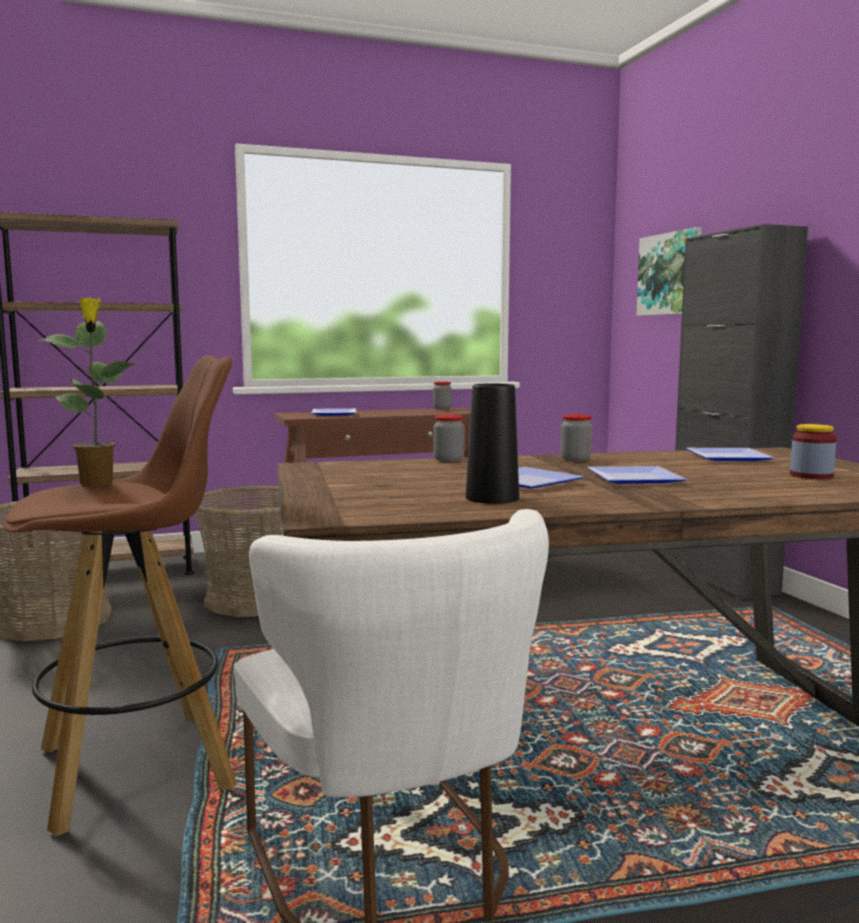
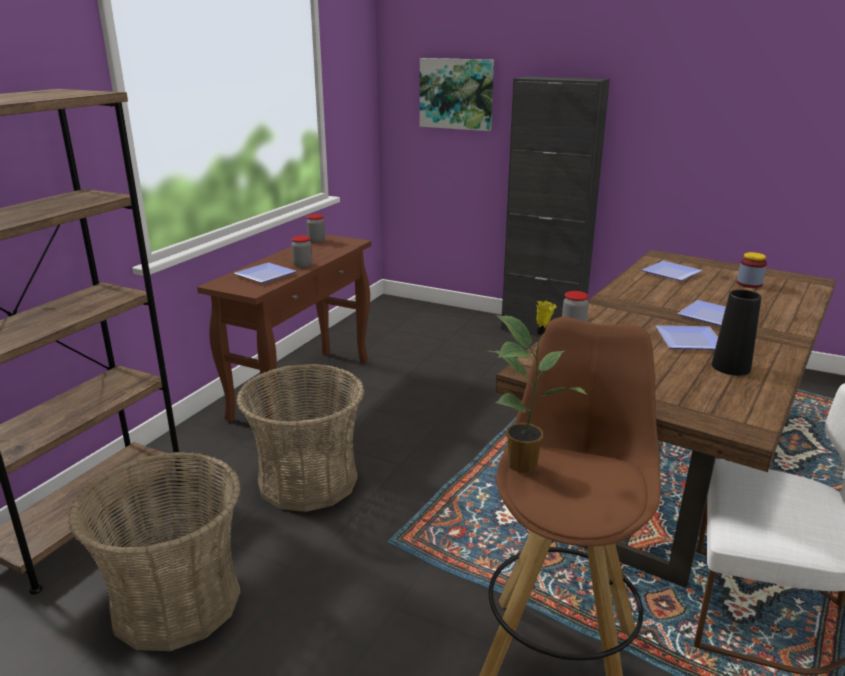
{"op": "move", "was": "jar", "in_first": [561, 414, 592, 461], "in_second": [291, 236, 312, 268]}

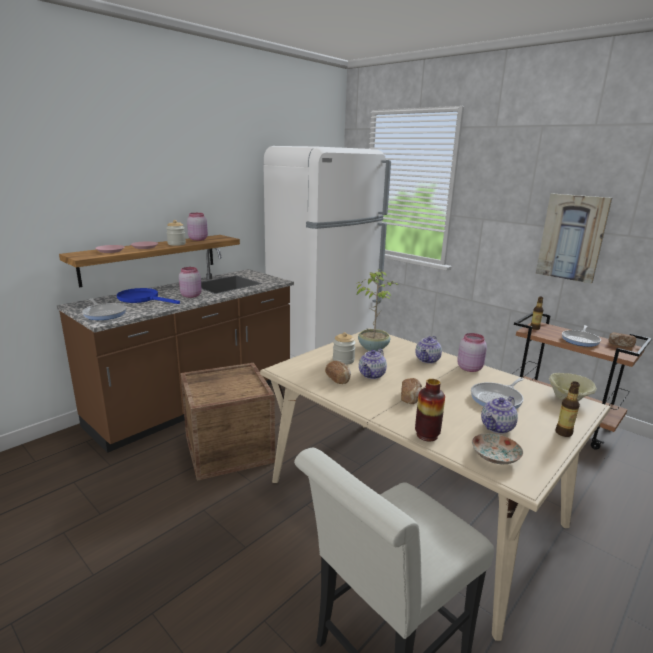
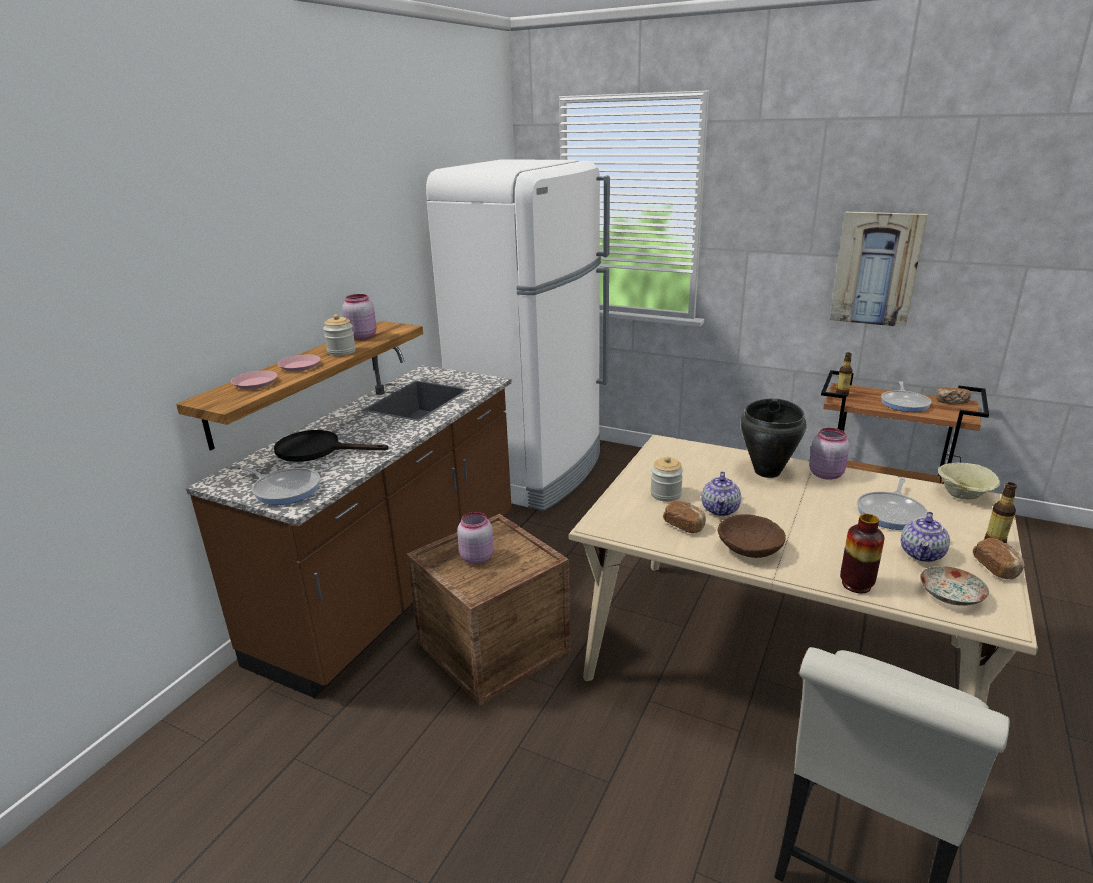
{"op": "recolor", "was": "blue frying pan", "now": "black frying pan", "in_first": [117, 288, 180, 304], "in_second": [274, 430, 388, 462]}
{"op": "move", "was": "pink jar", "in_first": [179, 267, 202, 298], "in_second": [457, 512, 494, 564]}
{"op": "delete", "was": "potted plant", "in_first": [355, 269, 399, 351]}
{"op": "move", "was": "bread", "in_first": [401, 378, 422, 404], "in_second": [973, 538, 1024, 579]}
{"op": "replace", "was": "teapot", "now": "black cooking pot", "in_first": [415, 336, 442, 363], "in_second": [741, 398, 807, 478]}
{"op": "insert", "now": "brown bowl", "in_second": [718, 514, 786, 558]}

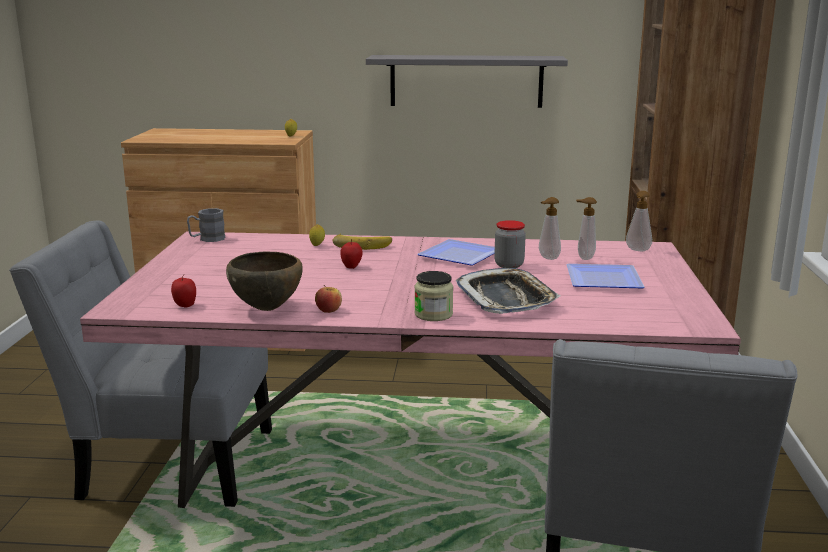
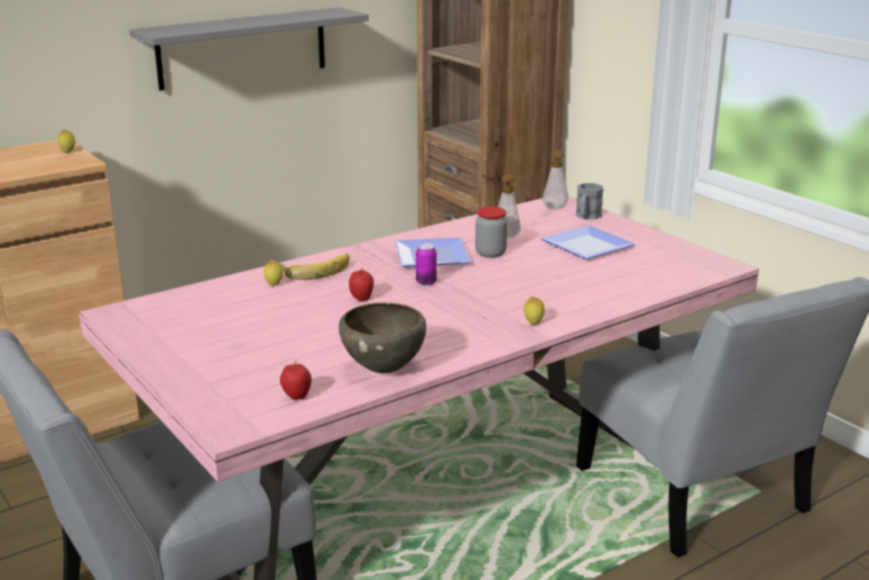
{"op": "move", "was": "grey mug", "in_first": [187, 208, 225, 242], "in_second": [576, 183, 604, 219]}
{"op": "delete", "was": "apple", "in_first": [315, 285, 342, 313]}
{"op": "replace", "was": "jar", "now": "lemon", "in_first": [414, 271, 453, 321], "in_second": [524, 296, 545, 325]}
{"op": "delete", "was": "tray", "in_first": [456, 268, 561, 314]}
{"op": "delete", "was": "soap dispenser", "in_first": [576, 197, 597, 260]}
{"op": "insert", "now": "can", "in_second": [416, 243, 437, 286]}

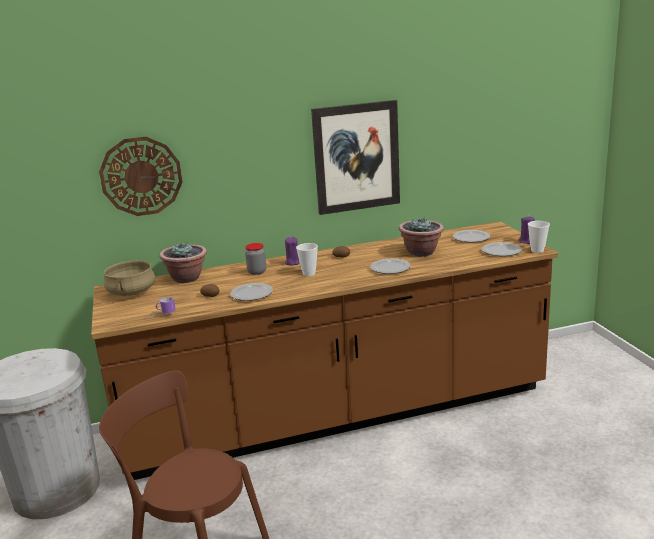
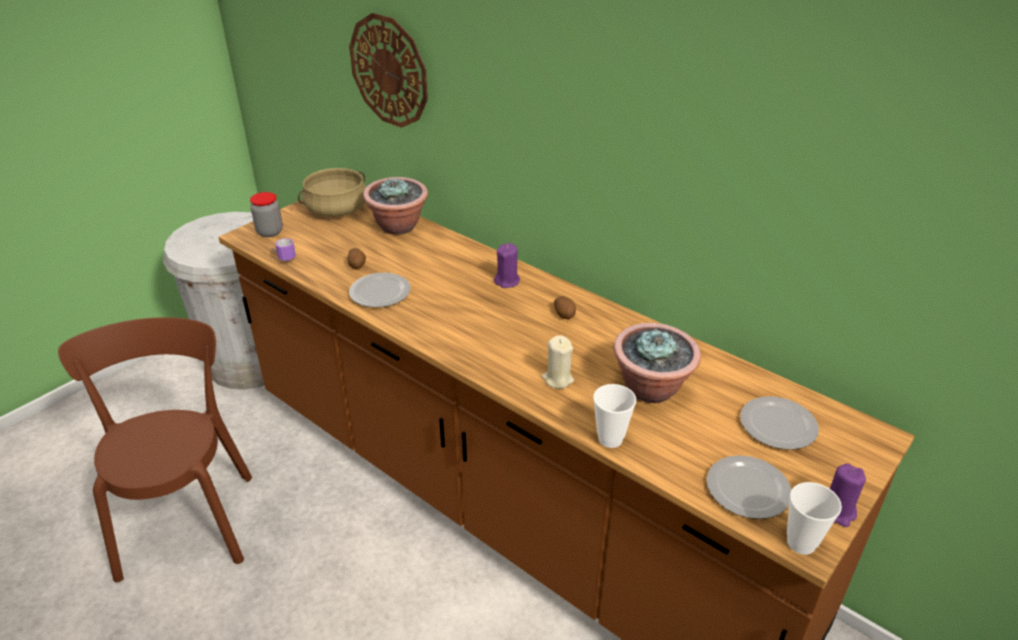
{"op": "move", "was": "jar", "in_first": [245, 243, 266, 275], "in_second": [250, 192, 283, 237]}
{"op": "move", "was": "cup", "in_first": [296, 243, 318, 276], "in_second": [593, 384, 636, 448]}
{"op": "delete", "was": "picture", "in_first": [311, 100, 400, 215]}
{"op": "replace", "was": "plate", "now": "beige candle", "in_first": [370, 259, 411, 274], "in_second": [542, 335, 574, 389]}

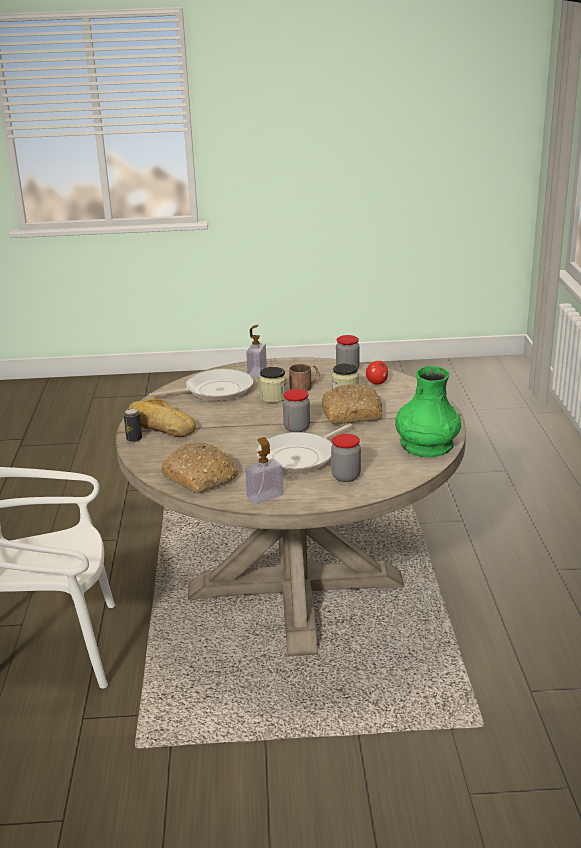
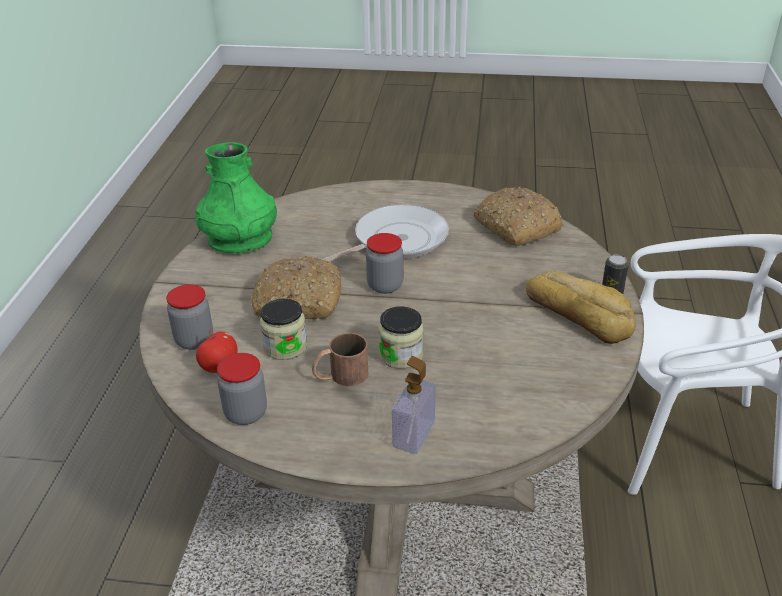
{"op": "delete", "was": "frying pan", "in_first": [149, 369, 253, 401]}
{"op": "delete", "was": "soap dispenser", "in_first": [245, 437, 283, 504]}
{"op": "move", "was": "jar", "in_first": [331, 434, 361, 482], "in_second": [166, 284, 213, 350]}

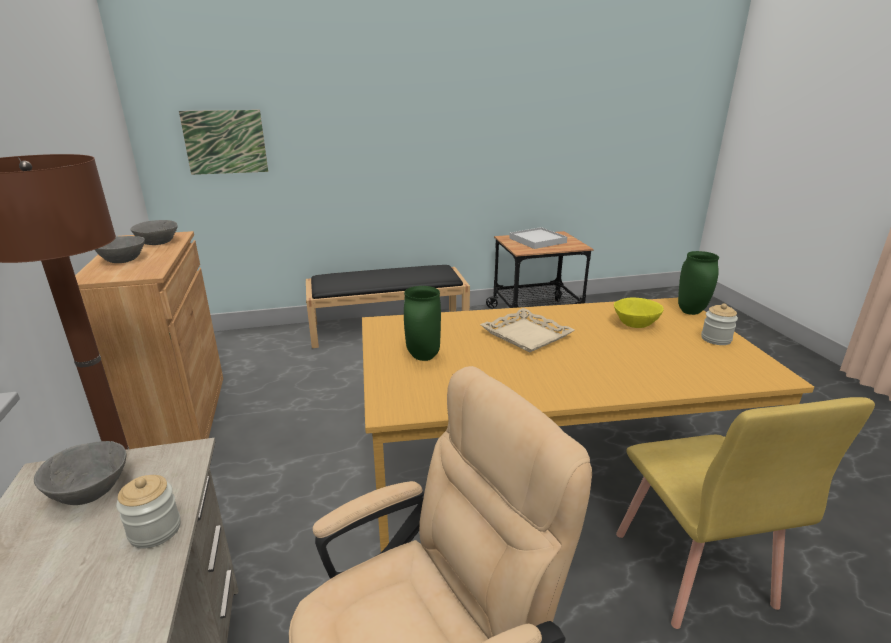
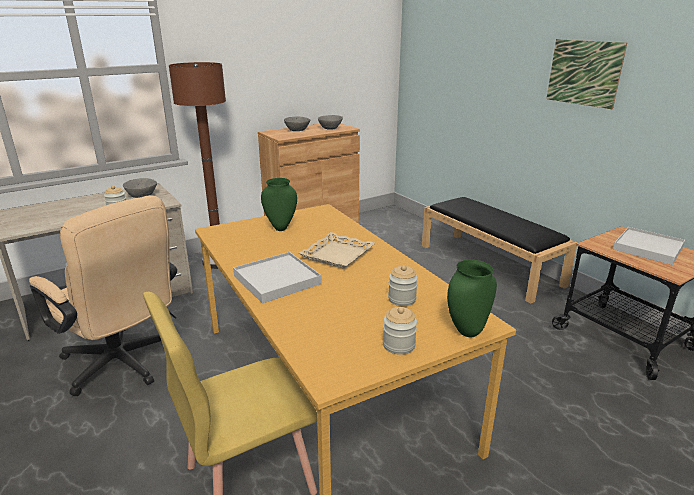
{"op": "move", "was": "picture", "in_first": [179, 110, 268, 175], "in_second": [546, 39, 627, 109]}
{"op": "replace", "was": "yellow bowl", "now": "jar", "in_first": [614, 298, 664, 328], "in_second": [388, 265, 418, 306]}
{"op": "insert", "now": "white tray", "in_second": [233, 252, 322, 304]}

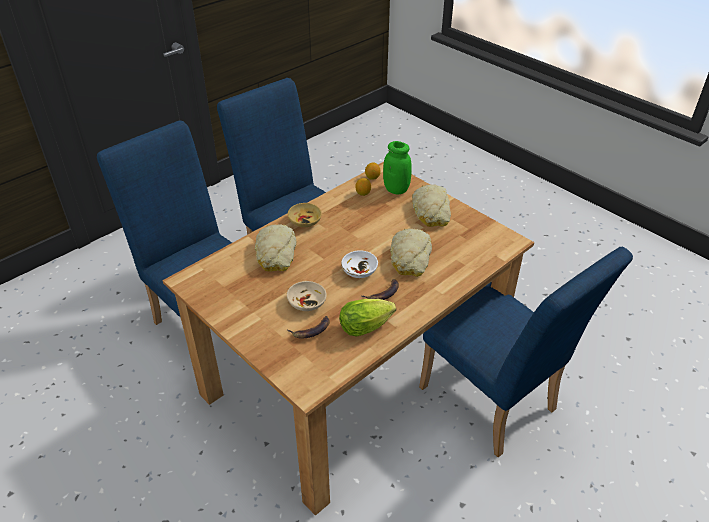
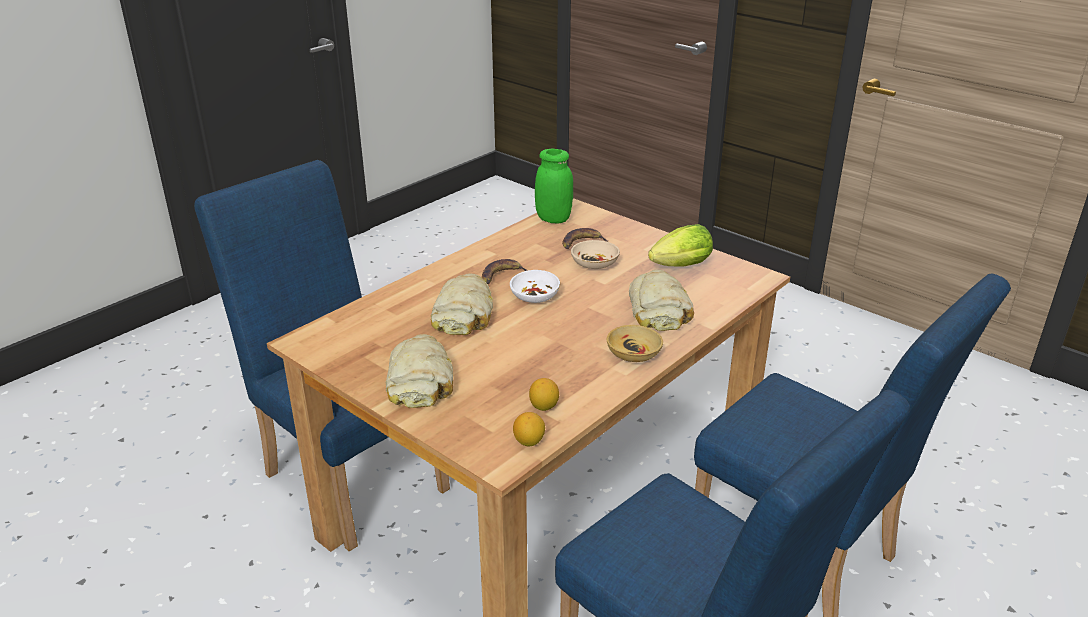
{"op": "move", "was": "lettuce", "in_first": [339, 299, 396, 337], "in_second": [648, 224, 713, 267]}
{"op": "move", "was": "green jar", "in_first": [383, 141, 412, 194], "in_second": [535, 149, 573, 223]}

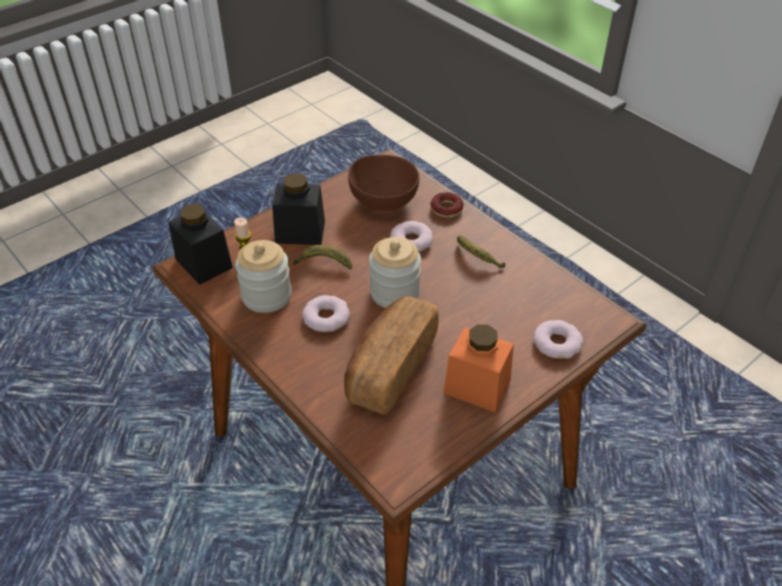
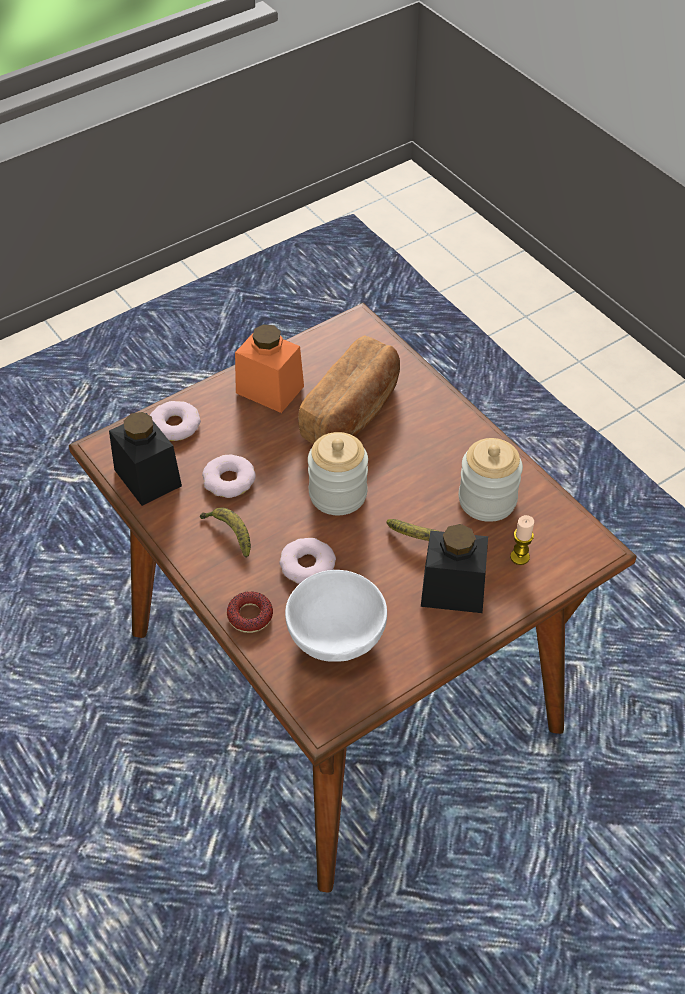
{"op": "move", "was": "black jar", "in_first": [168, 203, 233, 285], "in_second": [109, 412, 182, 506]}
{"op": "move", "was": "donut", "in_first": [302, 295, 350, 332], "in_second": [202, 455, 256, 498]}
{"op": "recolor", "was": "brown bowl", "now": "white bowl", "in_first": [348, 155, 420, 211], "in_second": [285, 570, 387, 662]}

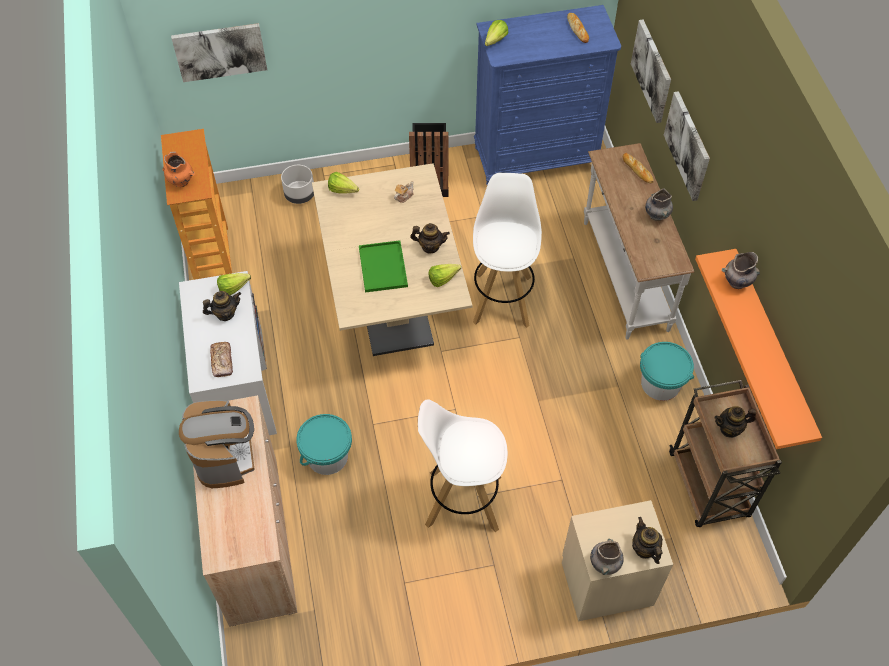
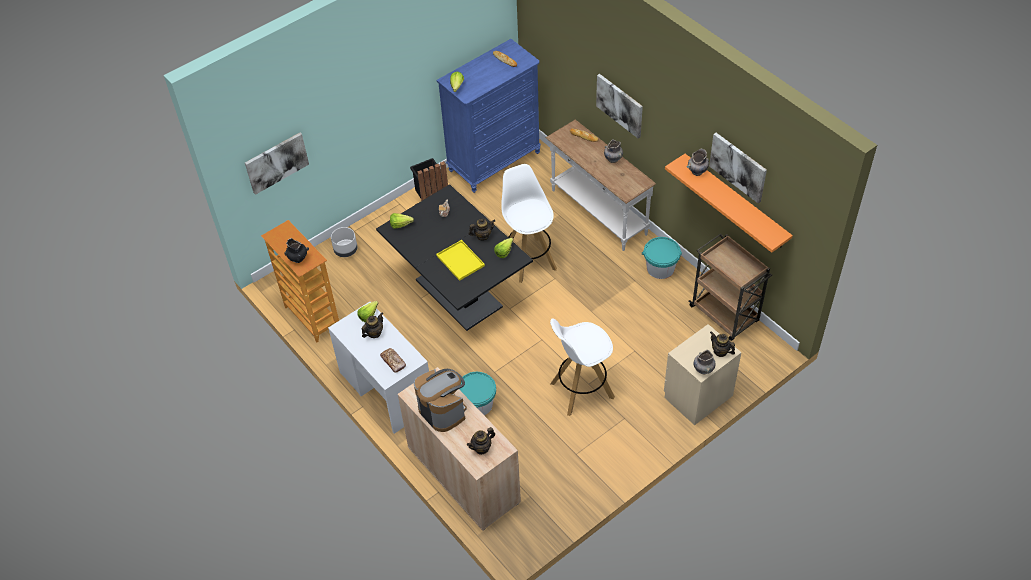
{"op": "recolor", "was": "orange vase", "now": "black vase", "in_first": [163, 152, 195, 187], "in_second": [284, 238, 309, 263]}
{"op": "recolor", "was": "beige dining table", "now": "black dining table", "in_first": [312, 163, 472, 356], "in_second": [376, 184, 533, 331]}
{"op": "recolor", "was": "green tray", "now": "yellow tray", "in_first": [359, 240, 408, 293], "in_second": [436, 240, 485, 281]}
{"op": "move", "was": "picture", "in_first": [631, 19, 671, 123], "in_second": [709, 133, 767, 203]}
{"op": "move", "was": "teapot", "in_first": [715, 406, 756, 438], "in_second": [467, 427, 495, 455]}

